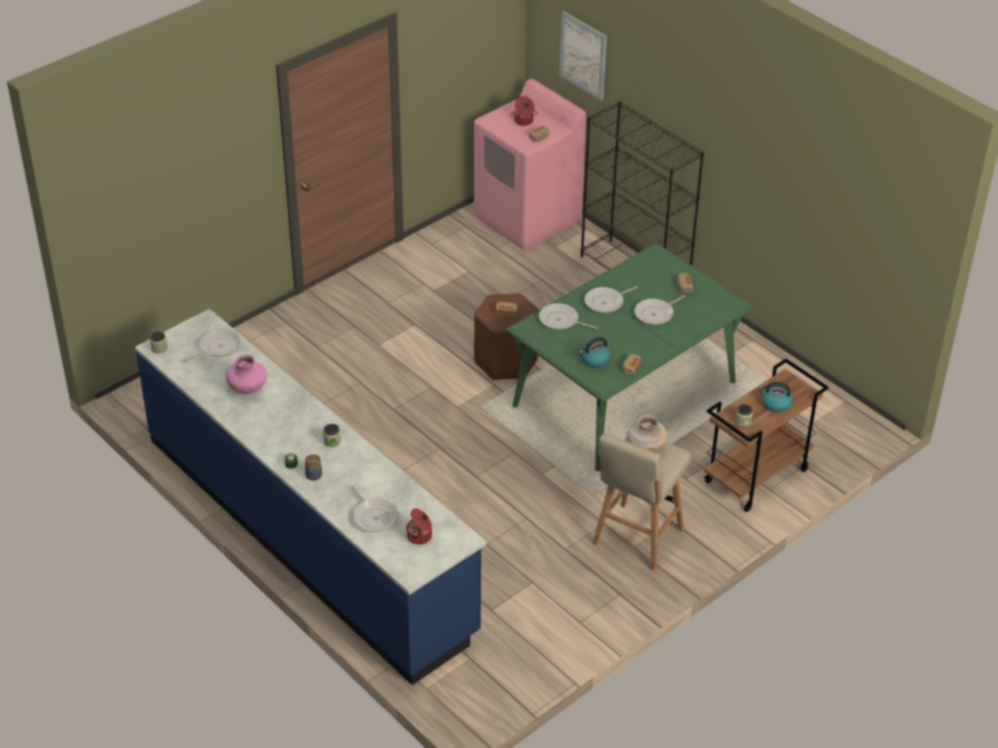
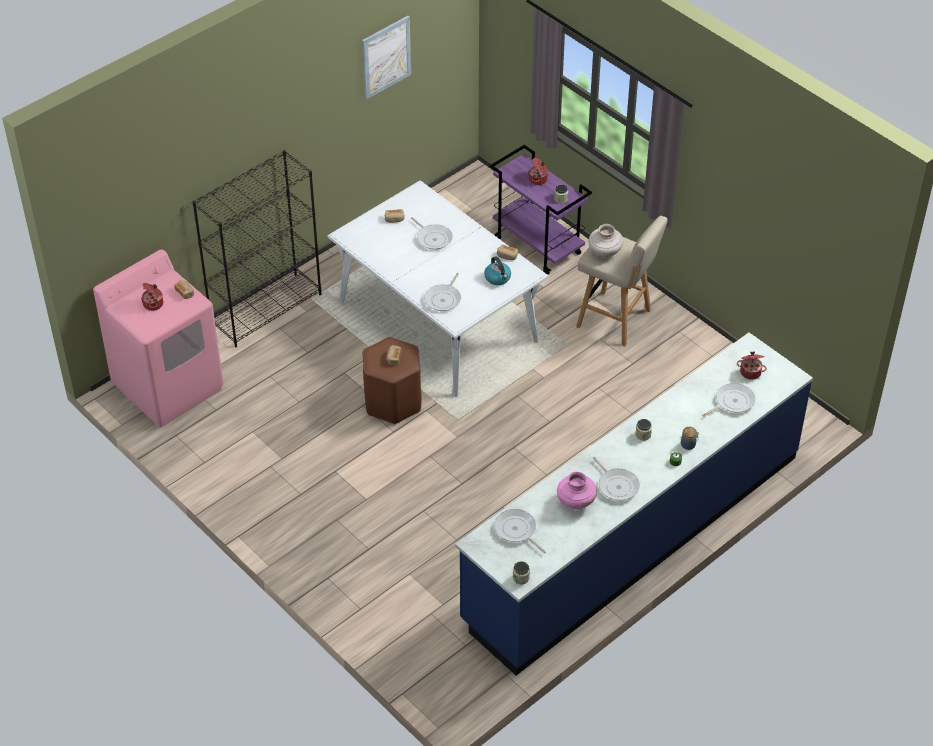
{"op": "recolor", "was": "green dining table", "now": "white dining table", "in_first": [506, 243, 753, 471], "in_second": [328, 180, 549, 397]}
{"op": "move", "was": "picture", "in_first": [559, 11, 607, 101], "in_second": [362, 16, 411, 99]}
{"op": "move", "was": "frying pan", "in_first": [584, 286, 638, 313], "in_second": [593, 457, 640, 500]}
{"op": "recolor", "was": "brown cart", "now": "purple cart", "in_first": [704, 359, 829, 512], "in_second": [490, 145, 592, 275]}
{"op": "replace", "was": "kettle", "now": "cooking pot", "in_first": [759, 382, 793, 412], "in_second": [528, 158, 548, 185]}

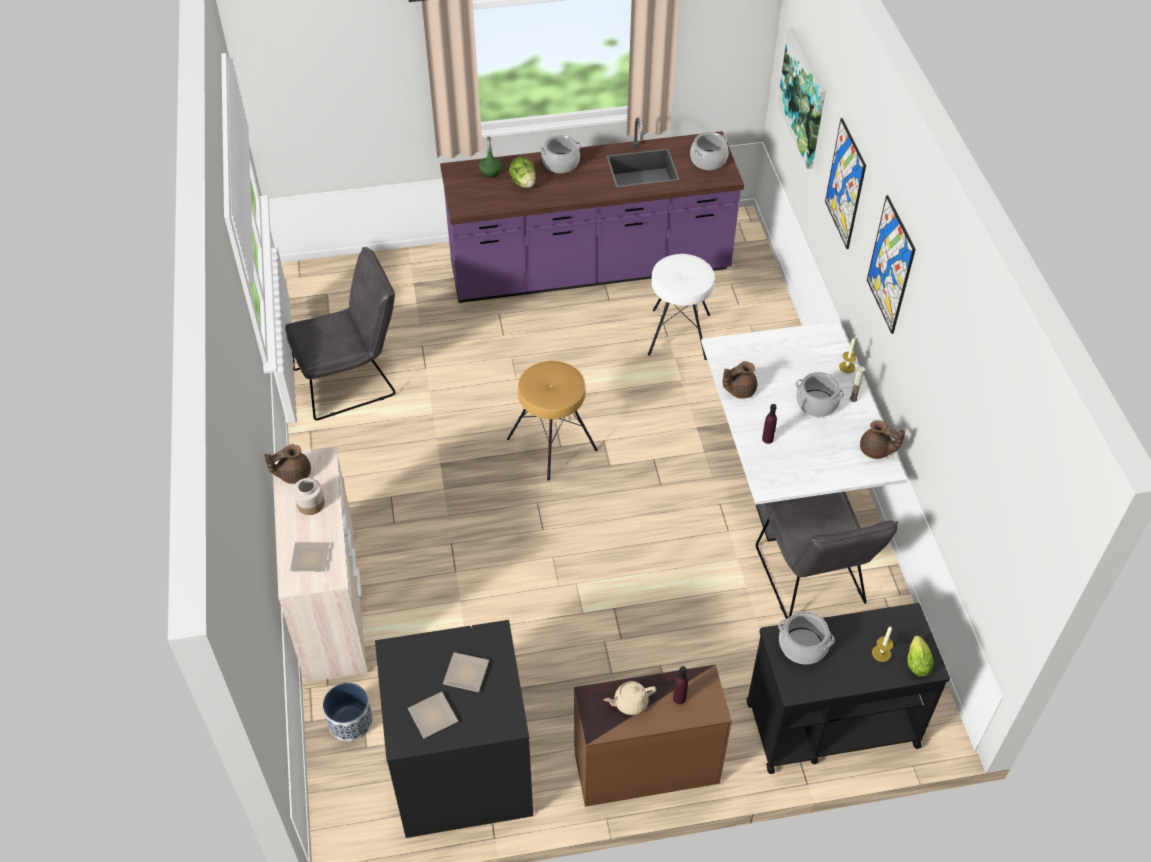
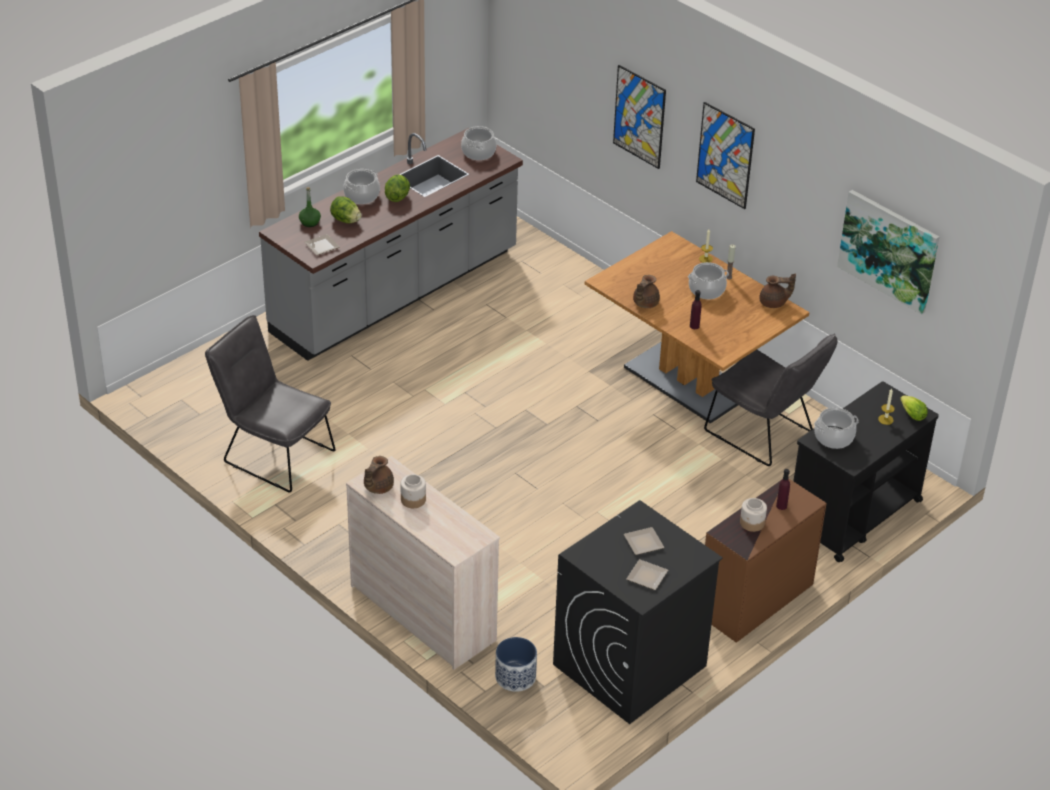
{"op": "rotate", "was": "grey chair", "in_first": [285, 247, 396, 420], "in_second": [205, 315, 335, 493], "clockwise": -90}
{"op": "move", "was": "plate", "in_first": [290, 542, 329, 571], "in_second": [304, 234, 339, 255]}
{"op": "recolor", "was": "purple counter", "now": "grey counter", "in_first": [440, 117, 744, 303], "in_second": [259, 128, 523, 361]}
{"op": "delete", "was": "brown stool", "in_first": [507, 361, 598, 481]}
{"op": "replace", "was": "beige teapot", "now": "jar", "in_first": [604, 681, 656, 715], "in_second": [740, 498, 767, 532]}
{"op": "delete", "was": "white stool", "in_first": [648, 254, 715, 360]}
{"op": "recolor", "was": "white dining table", "now": "brown dining table", "in_first": [701, 321, 907, 542], "in_second": [585, 231, 810, 424]}
{"op": "move", "was": "picture", "in_first": [777, 27, 826, 169], "in_second": [837, 190, 939, 315]}
{"op": "insert", "now": "lettuce", "in_second": [385, 174, 410, 202]}

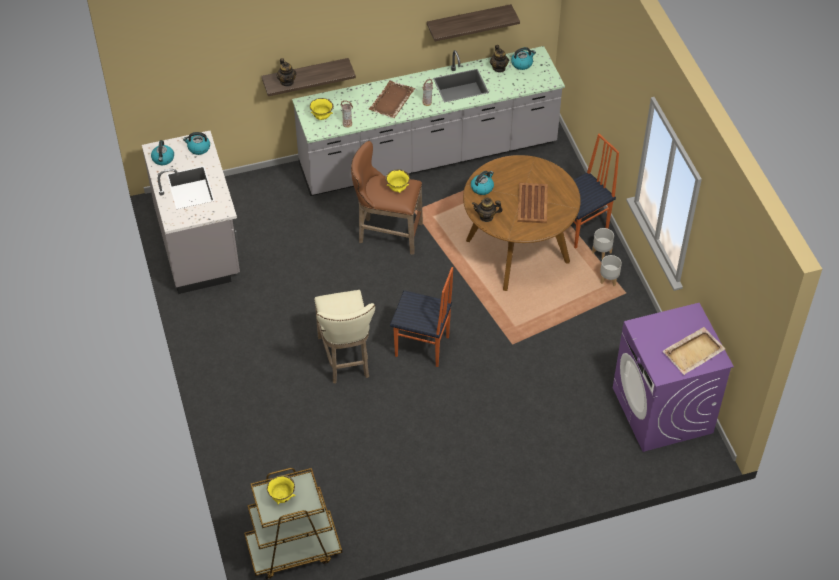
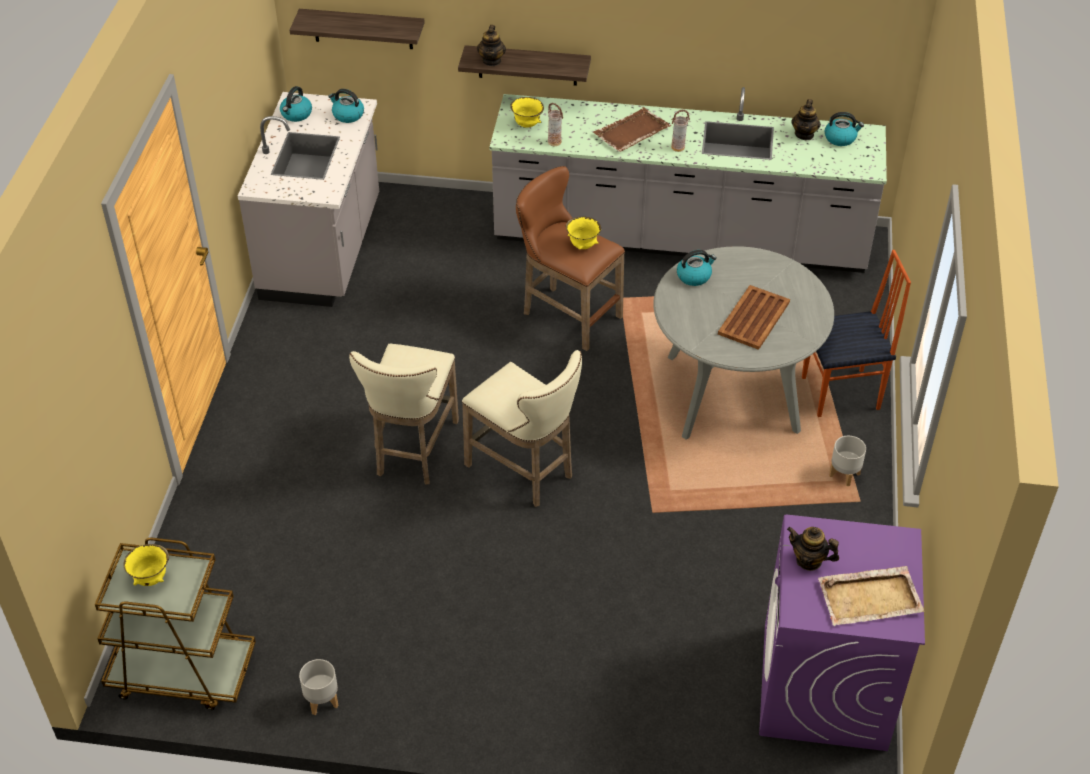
{"op": "replace", "was": "chair", "now": "beige stool", "in_first": [390, 267, 453, 367], "in_second": [462, 350, 582, 507]}
{"op": "move", "was": "shelf", "in_first": [427, 4, 520, 41], "in_second": [290, 9, 425, 49]}
{"op": "recolor", "was": "brown dining table", "now": "grey dining table", "in_first": [463, 155, 581, 291], "in_second": [653, 246, 834, 440]}
{"op": "move", "was": "teapot", "in_first": [472, 198, 503, 222], "in_second": [787, 527, 839, 571]}
{"op": "move", "was": "grey planter", "in_first": [592, 228, 614, 259], "in_second": [299, 659, 338, 715]}

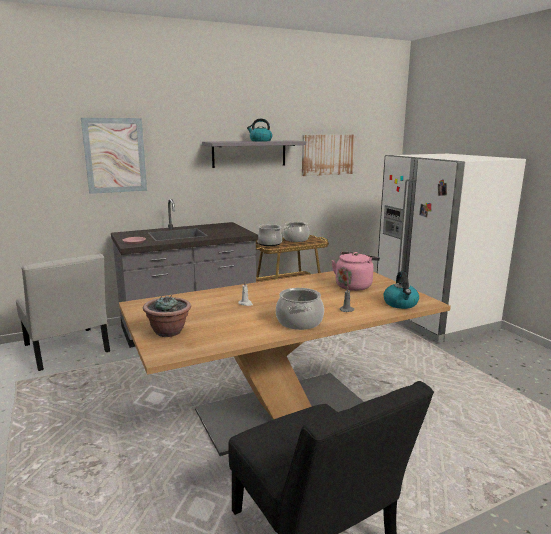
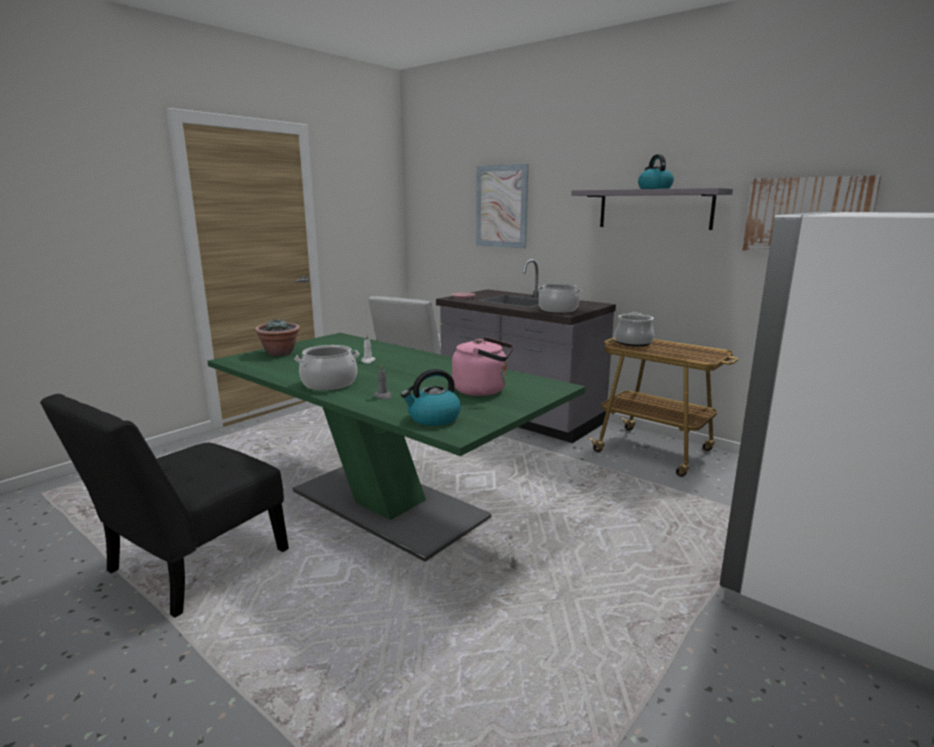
{"op": "recolor", "was": "beige dining table", "now": "green dining table", "in_first": [119, 271, 451, 456], "in_second": [207, 333, 585, 562]}
{"op": "move", "was": "cooking pot", "in_first": [283, 222, 310, 242], "in_second": [537, 283, 582, 313]}

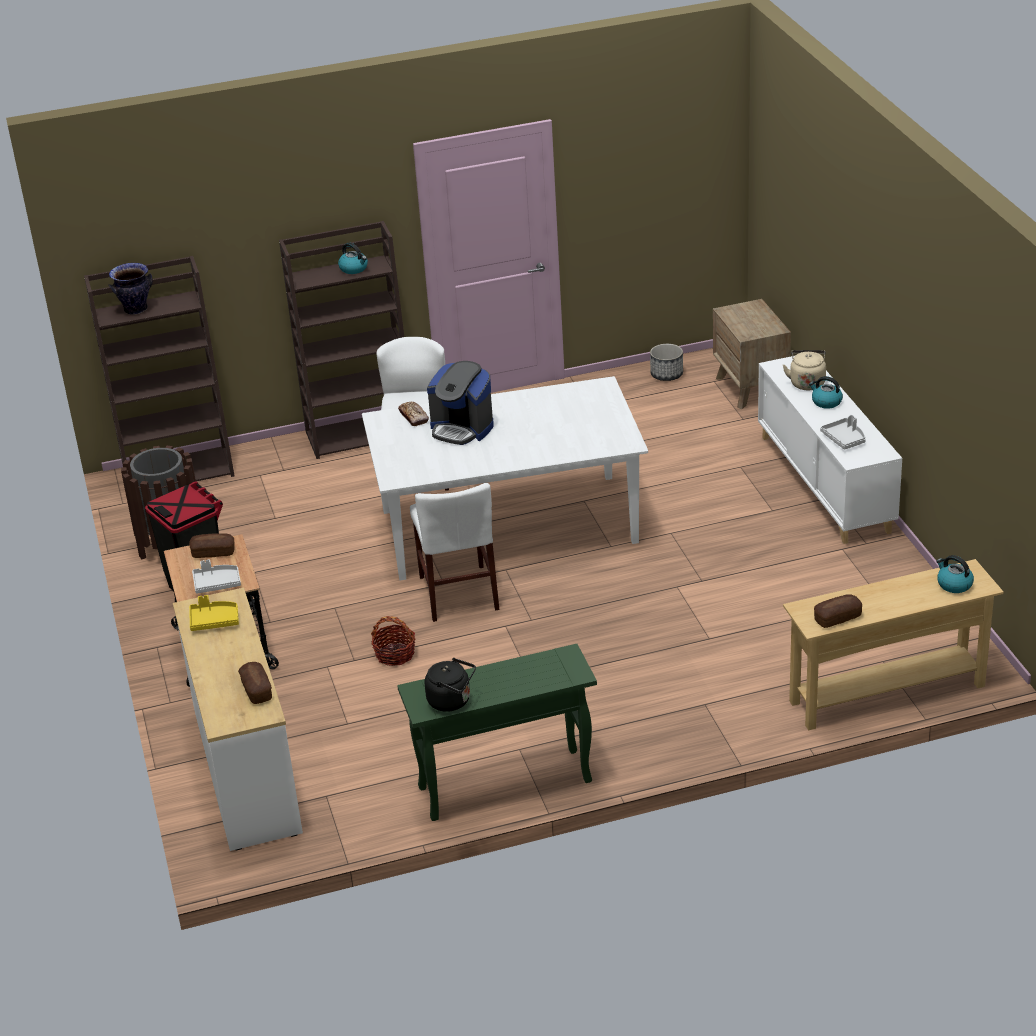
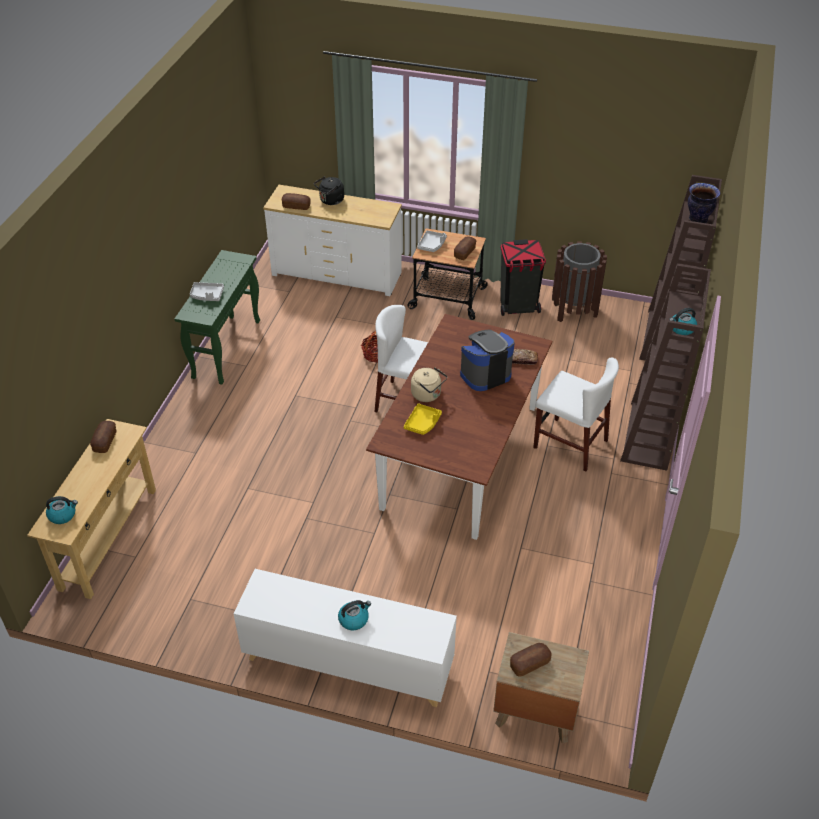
{"op": "move", "was": "yellow tray", "in_first": [189, 595, 239, 631], "in_second": [404, 403, 442, 435]}
{"op": "recolor", "was": "white dining table", "now": "brown dining table", "in_first": [362, 376, 648, 581], "in_second": [366, 314, 552, 540]}
{"op": "move", "was": "black kettle", "in_first": [425, 658, 476, 712], "in_second": [314, 176, 344, 205]}
{"op": "delete", "was": "planter", "in_first": [650, 344, 683, 381]}
{"op": "move", "was": "beige kettle", "in_first": [783, 350, 826, 390], "in_second": [411, 367, 447, 402]}
{"op": "move", "was": "grey tray", "in_first": [820, 415, 866, 450], "in_second": [190, 282, 224, 301]}
{"op": "insert", "now": "bread", "in_second": [510, 643, 552, 677]}

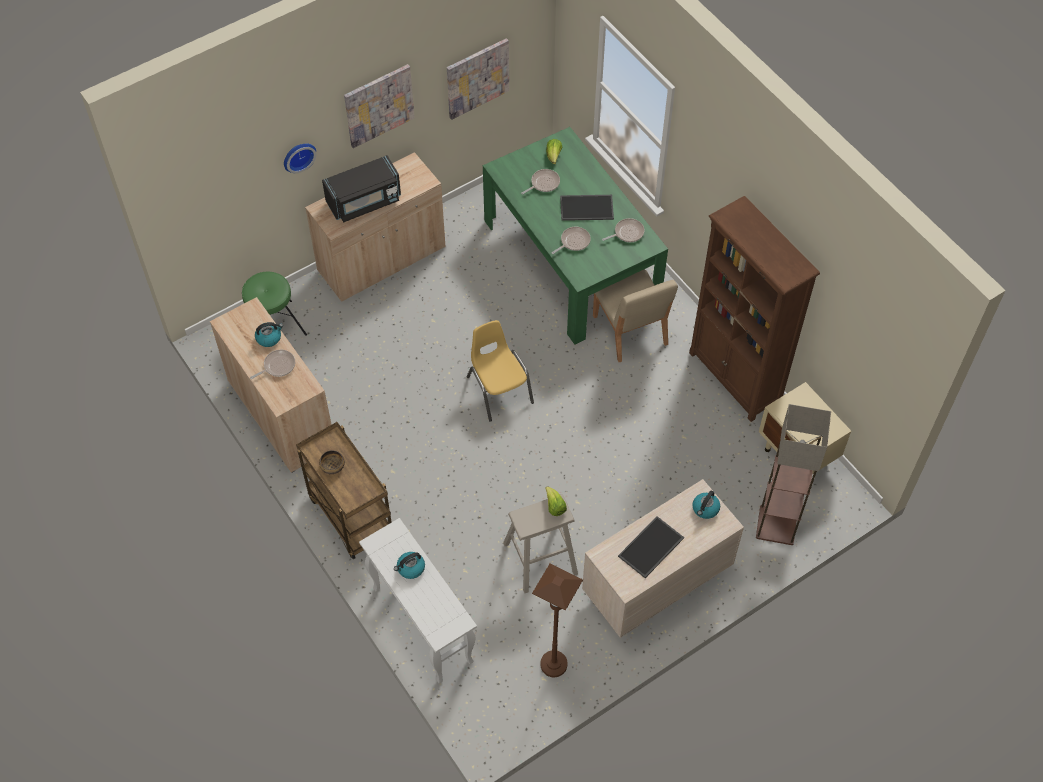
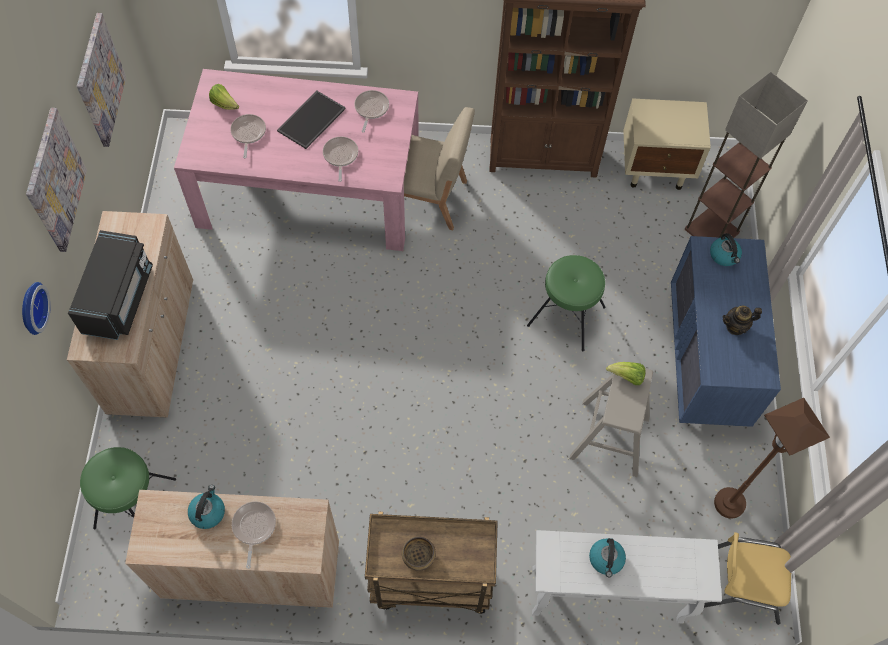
{"op": "move", "was": "yellow chair", "in_first": [466, 320, 534, 422], "in_second": [704, 532, 791, 625]}
{"op": "recolor", "was": "green dining table", "now": "pink dining table", "in_first": [483, 127, 668, 345], "in_second": [174, 69, 418, 251]}
{"op": "recolor", "was": "beige dresser", "now": "blue dresser", "in_first": [582, 479, 744, 638], "in_second": [671, 236, 781, 427]}
{"op": "replace", "was": "tray", "now": "teapot", "in_first": [618, 516, 684, 578], "in_second": [723, 306, 762, 335]}
{"op": "insert", "now": "green stool", "in_second": [527, 255, 606, 351]}

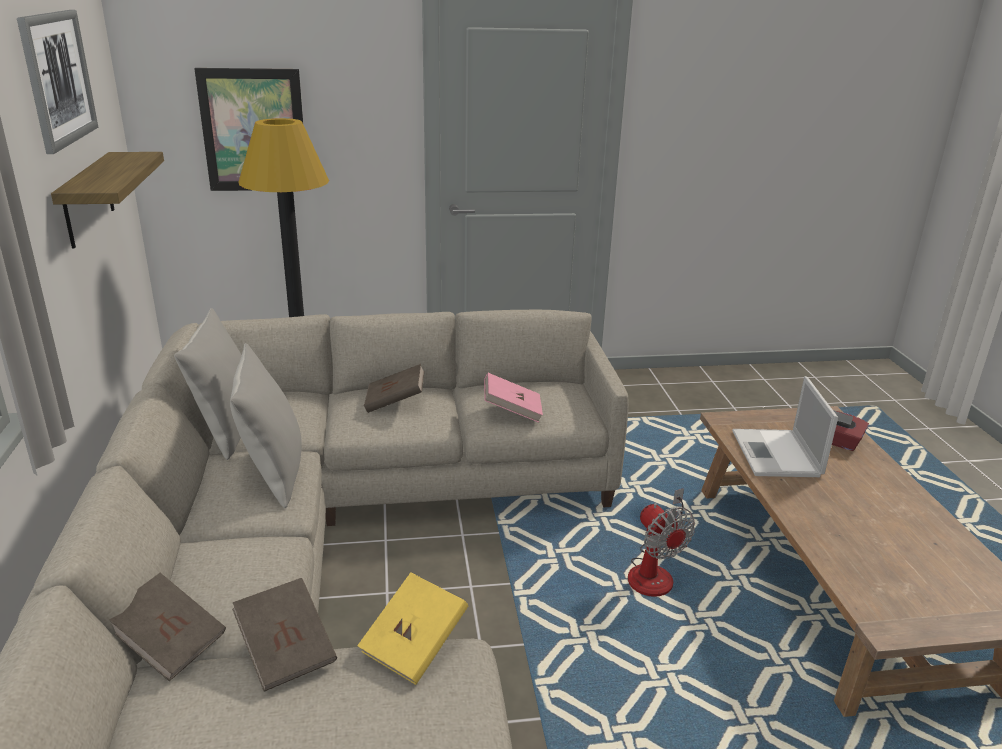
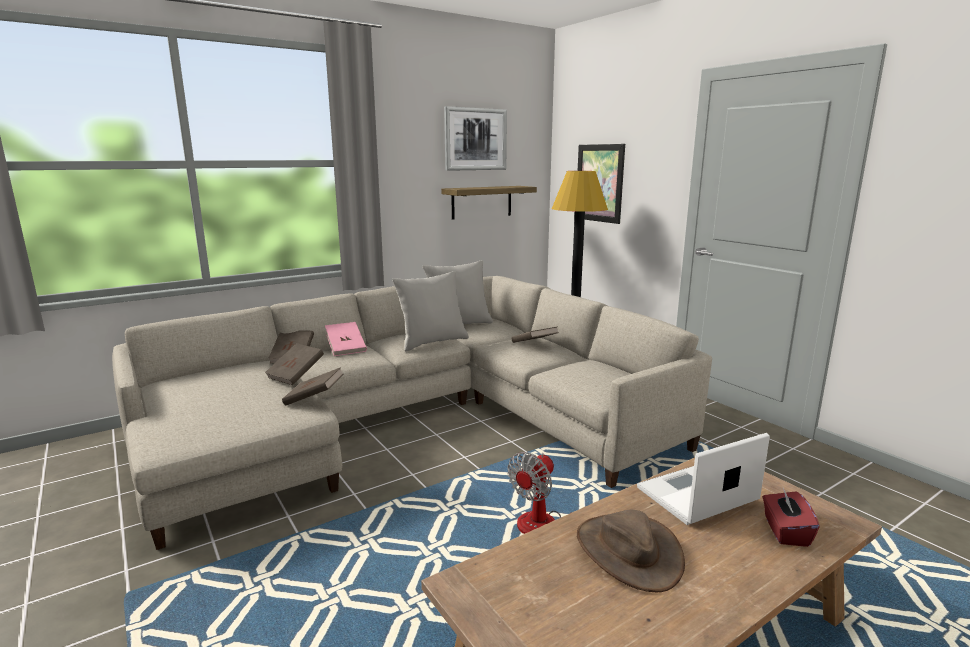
{"op": "recolor", "was": "yellow book", "now": "brown book", "in_first": [357, 572, 468, 685], "in_second": [282, 367, 344, 406]}
{"op": "move", "was": "pink book", "in_first": [484, 373, 543, 423], "in_second": [325, 322, 367, 356]}
{"op": "insert", "now": "brown hat", "in_second": [577, 510, 685, 592]}

